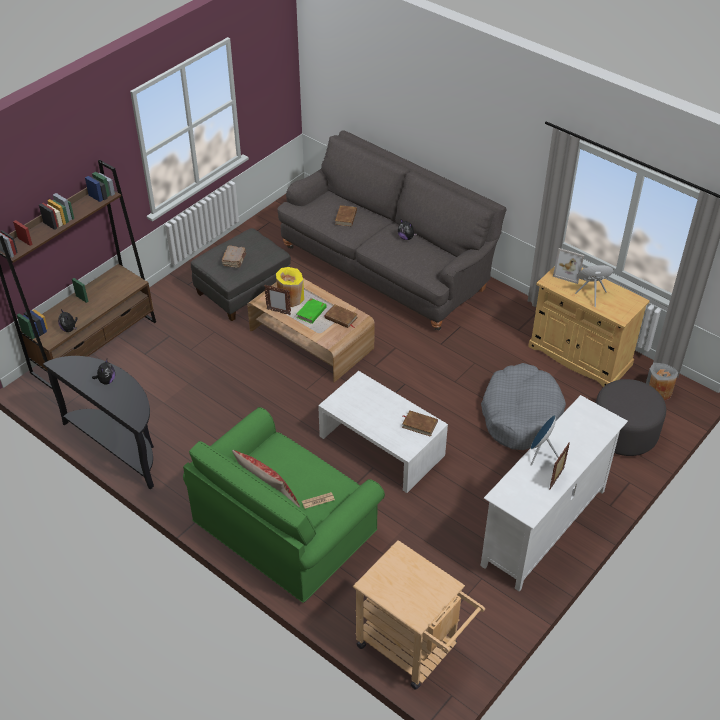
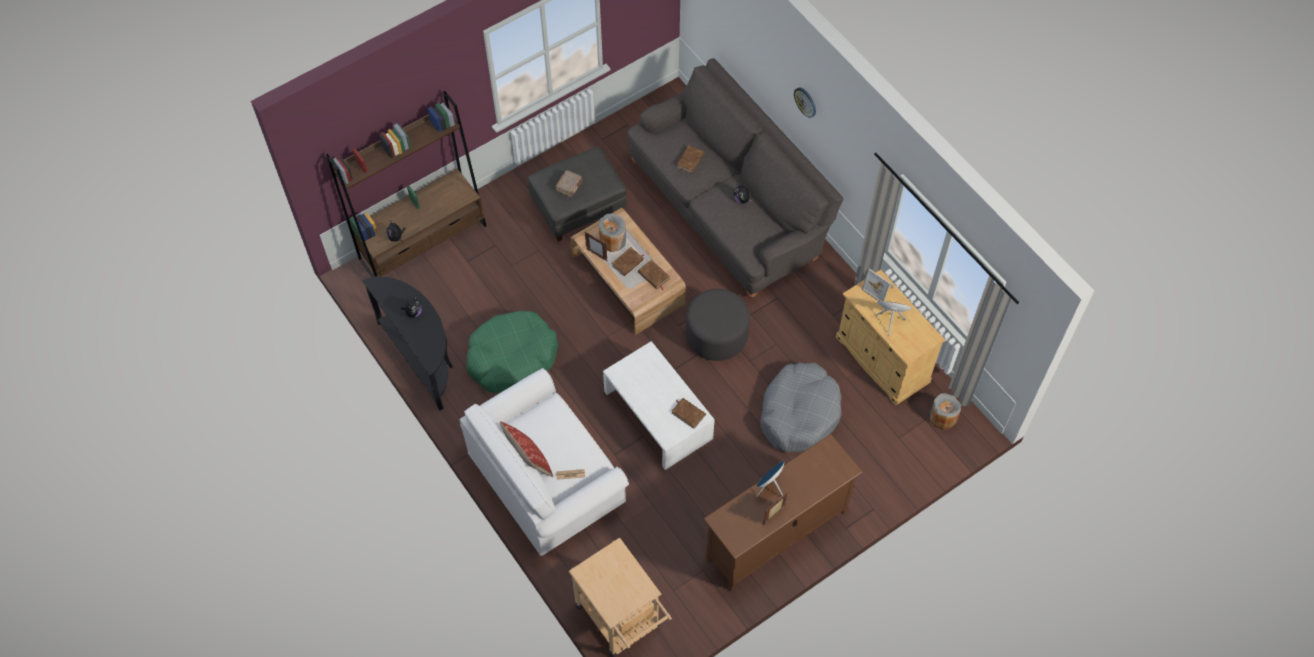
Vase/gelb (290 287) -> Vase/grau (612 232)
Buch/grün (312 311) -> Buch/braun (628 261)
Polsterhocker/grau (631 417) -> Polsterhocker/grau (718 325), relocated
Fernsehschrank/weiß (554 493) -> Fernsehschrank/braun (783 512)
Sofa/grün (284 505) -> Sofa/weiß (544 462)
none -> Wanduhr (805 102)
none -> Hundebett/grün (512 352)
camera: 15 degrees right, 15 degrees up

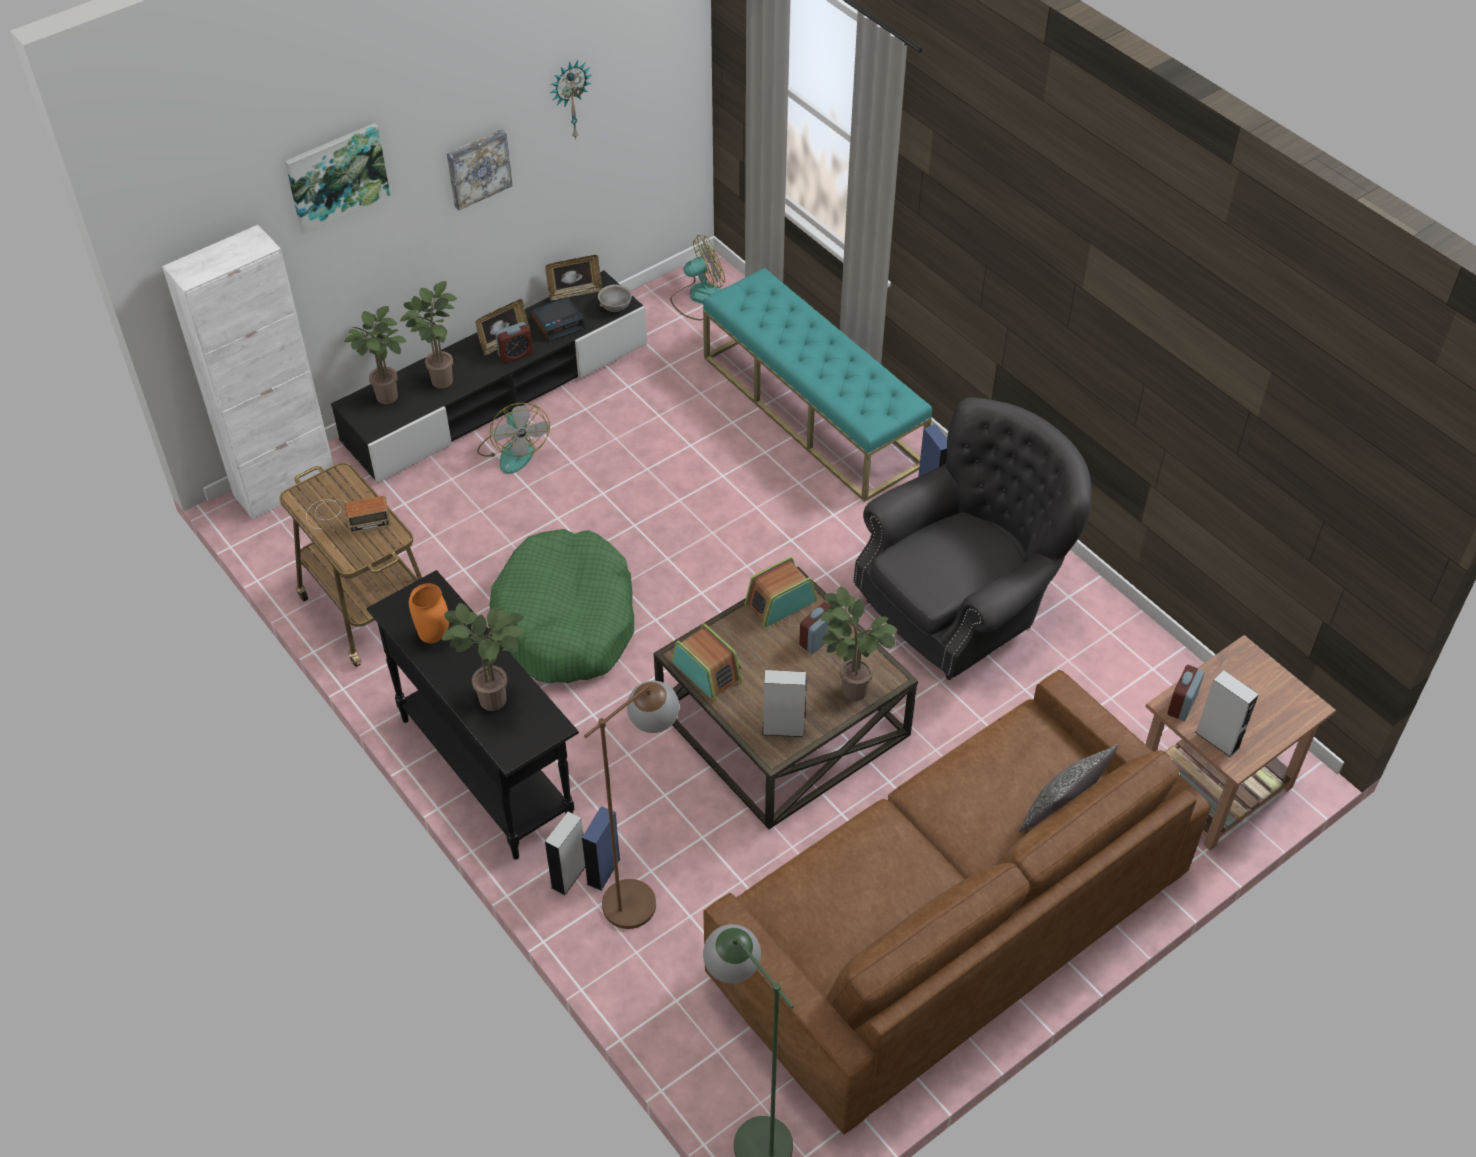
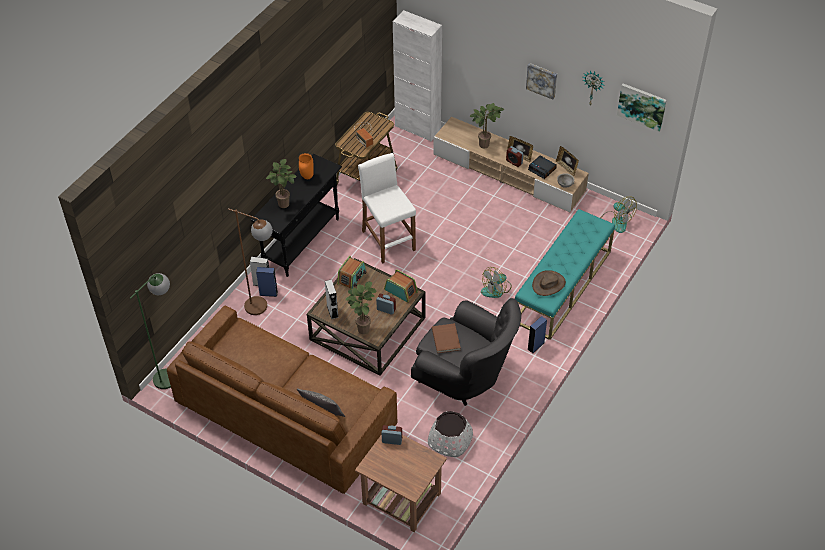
Bild (337 178) -> Bild (642 107), relocated
Fernsehschrank/schwarz (489 377) -> Fernsehschrank/beige (511 164)
Topfpflanze (375 355) -> none
Ventilator (513 438) -> Ventilator (496 282), relocated
Hundebett/grün (561 606) -> Hocker/weiß (387 208)
Lautsprecher/grau (1227 713) -> none
none -> Hut/braun (549 283)
none -> Buch/braun (446 338)
none -> Pflanzkübel/weiß (450 434)
camera: 70 degrees right, 0 degrees up

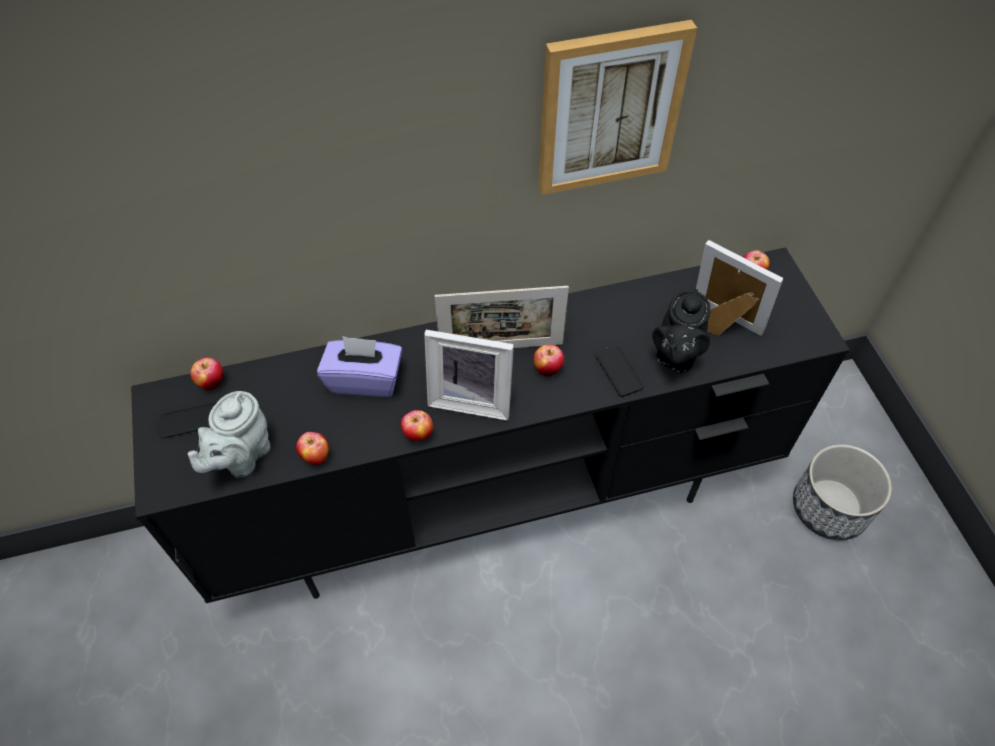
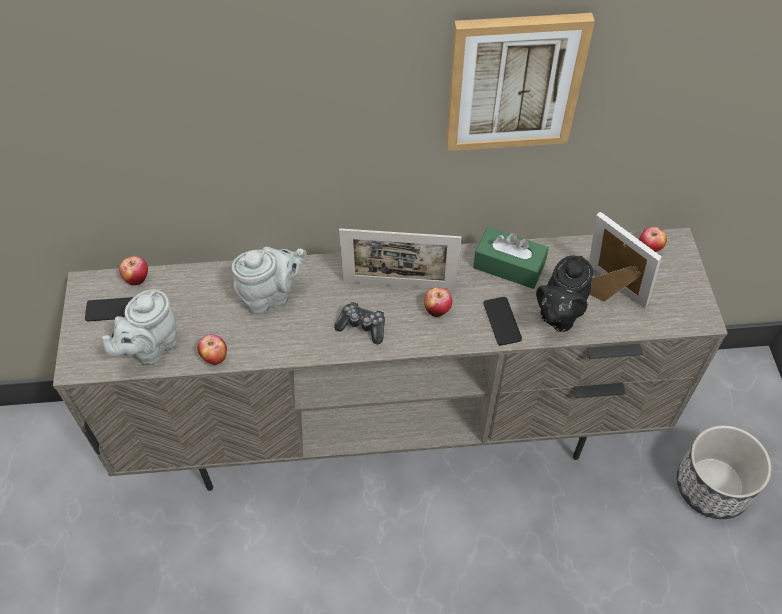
Fernsehschrank/schwarz (490 425) -> Fernsehschrank/beige (390 359)
Bilderrahmen (469 375) -> Gamepad (359 323)
Taschentuchbox/lila (359 366) -> Teekanne/grau (269 280)
Apfel (417 425) -> none
none -> Taschentuchbox/grün (511 258)
camera: 10 degrees right, 0 degrees up

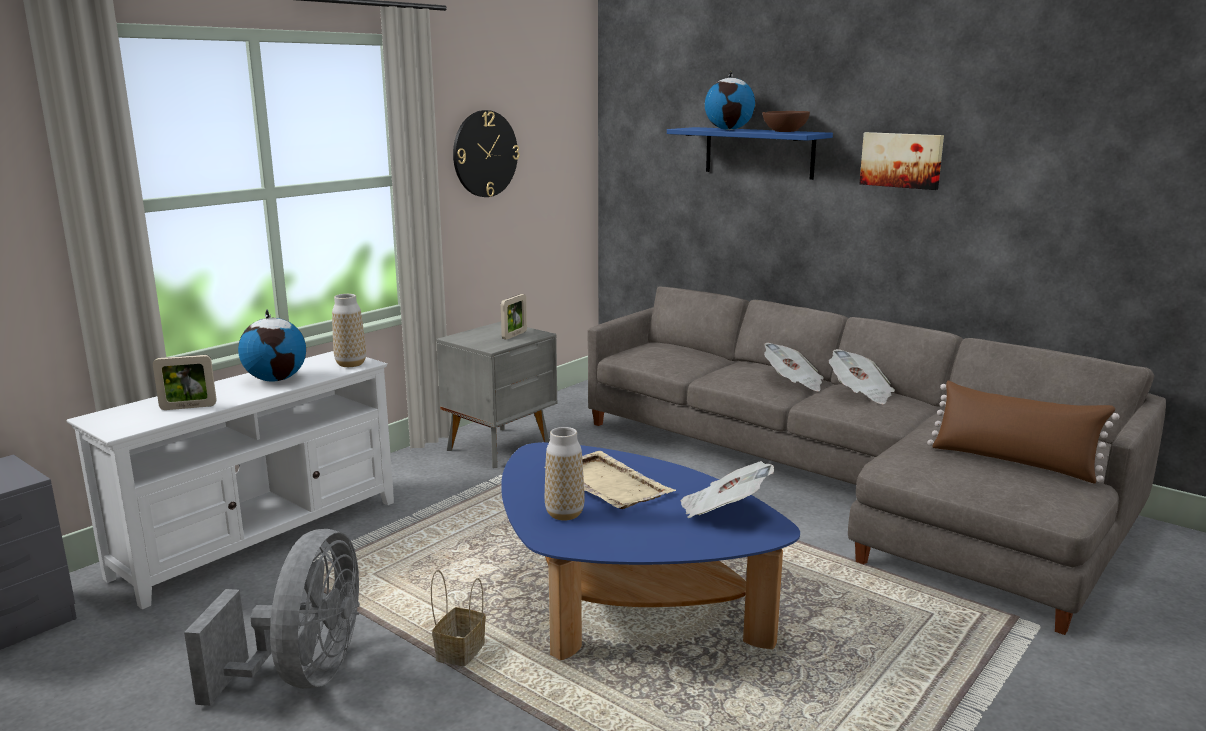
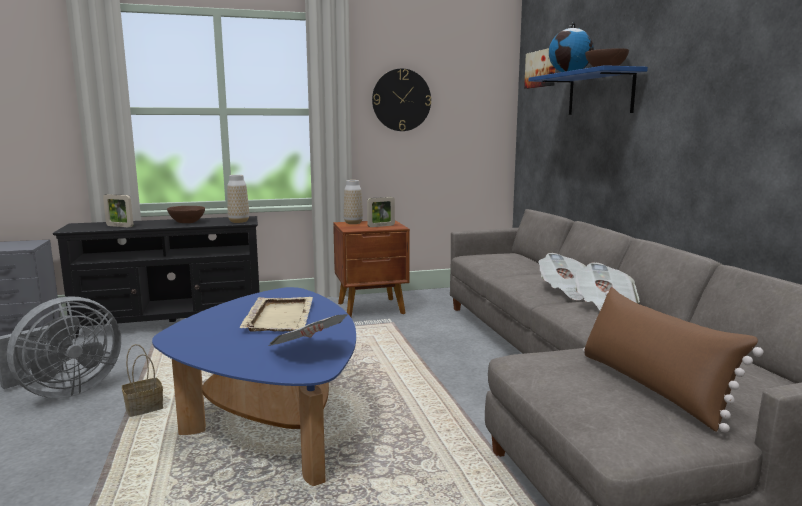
Bild (901 161) -> Bild (539 68), relocated
Globus (272 345) -> Schüssel/braun (186 214)
Nachttisch/grau (497 394) -> Nachttisch/braun (371 269)
Fernsehschrank/weiß (230 480) -> Fernsehschrank/schwarz (156 277)
Vase (565 473) -> Vase (353 202), relocated
camera: 35 degrees right, 5 degrees down

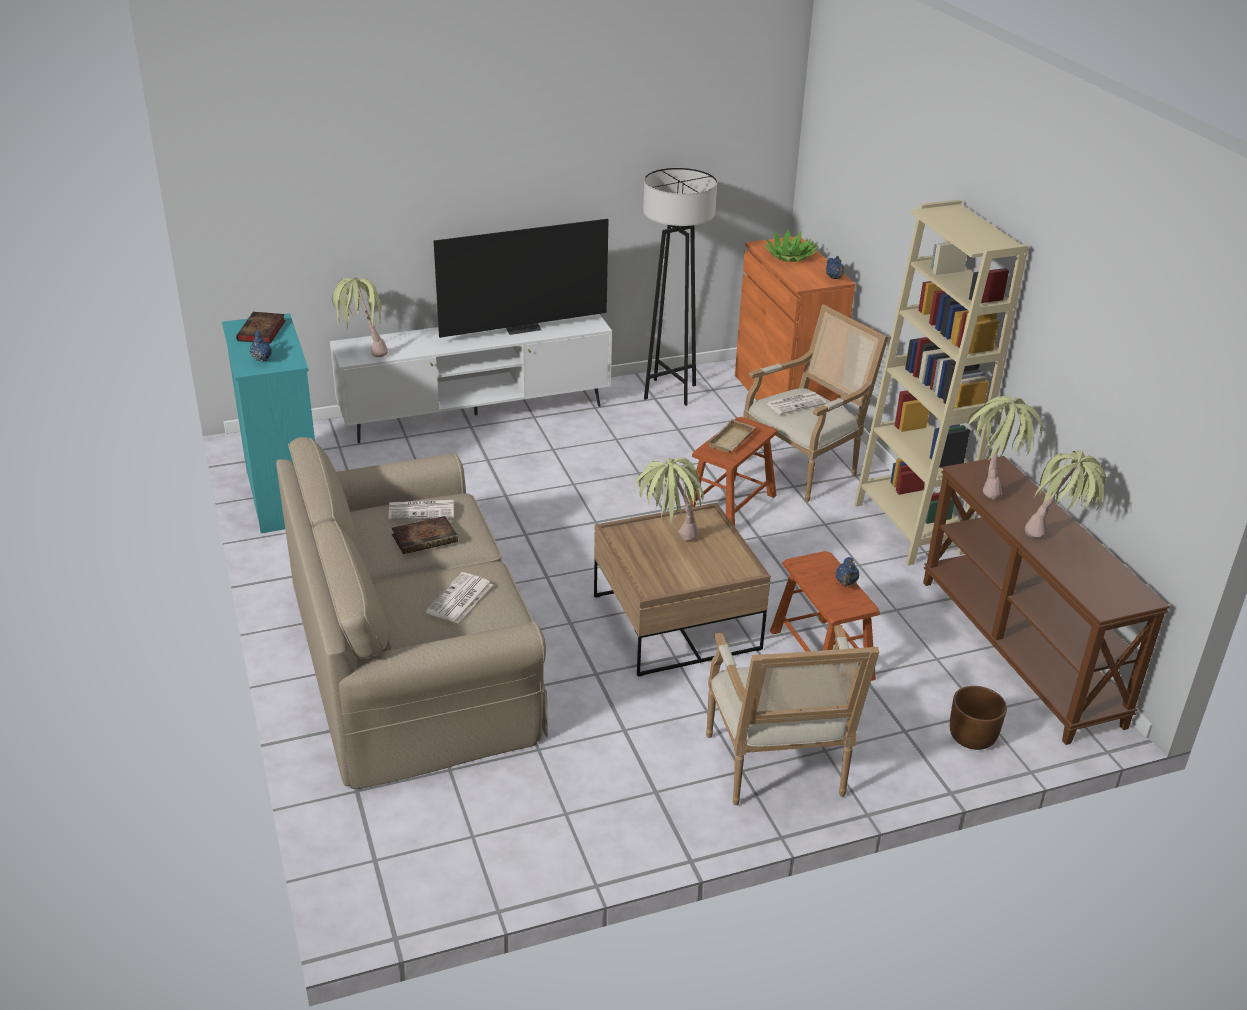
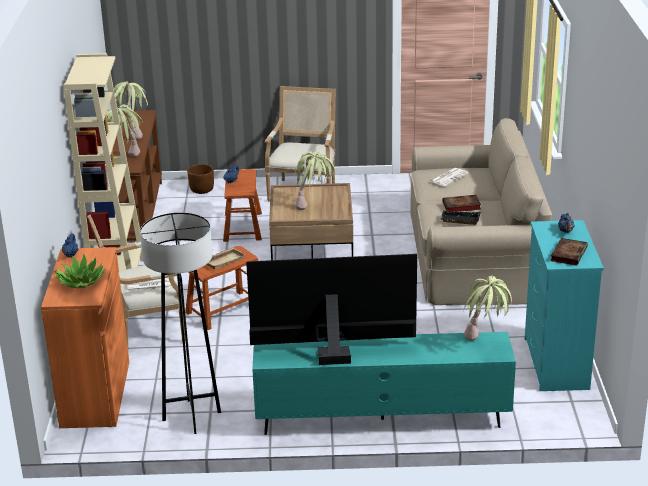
Fernsehschrank/weiß (471 378) -> Fernsehschrank/türkis (384 383)
Zeitung (421 510) -> Tablett/schwarz (460 217)
camera: 160 degrees left, 5 degrees down

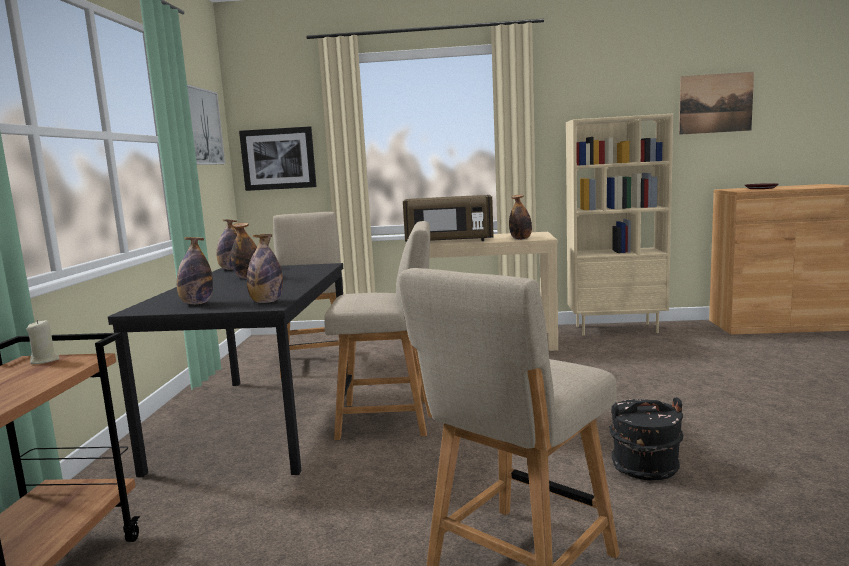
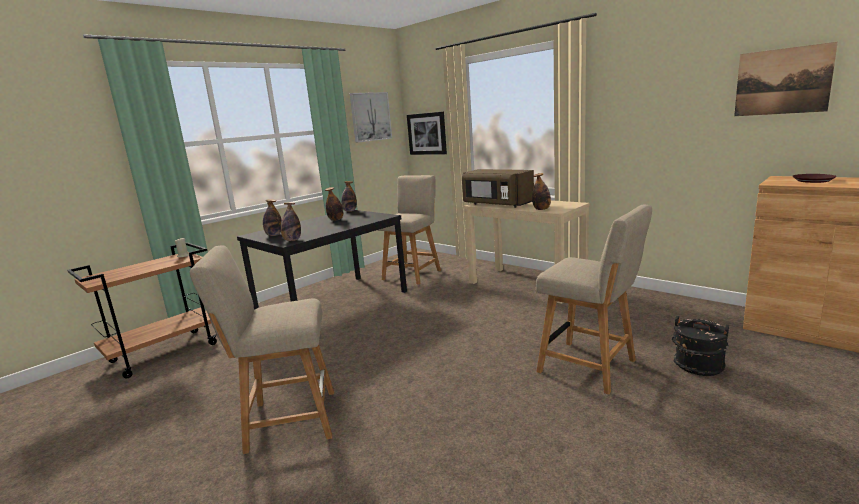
Bücherregal/beige (619 225) -> none
Stuhl/beige (377 330) -> Stuhl/beige (594 300), relocated
Eimer/schwarz (646 438) -> Eimer/schwarz (700 346), relocated
camera: 40 degrees right, 5 degrees up

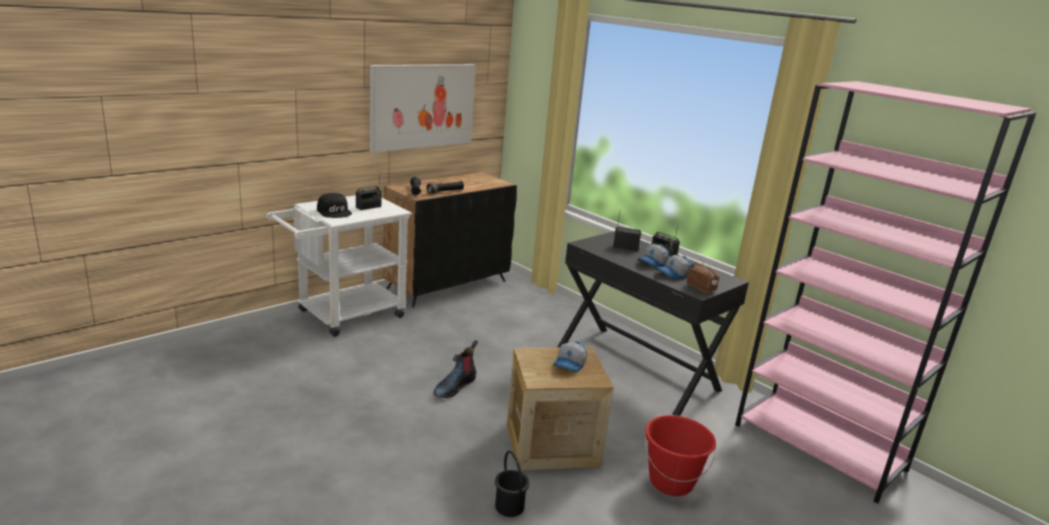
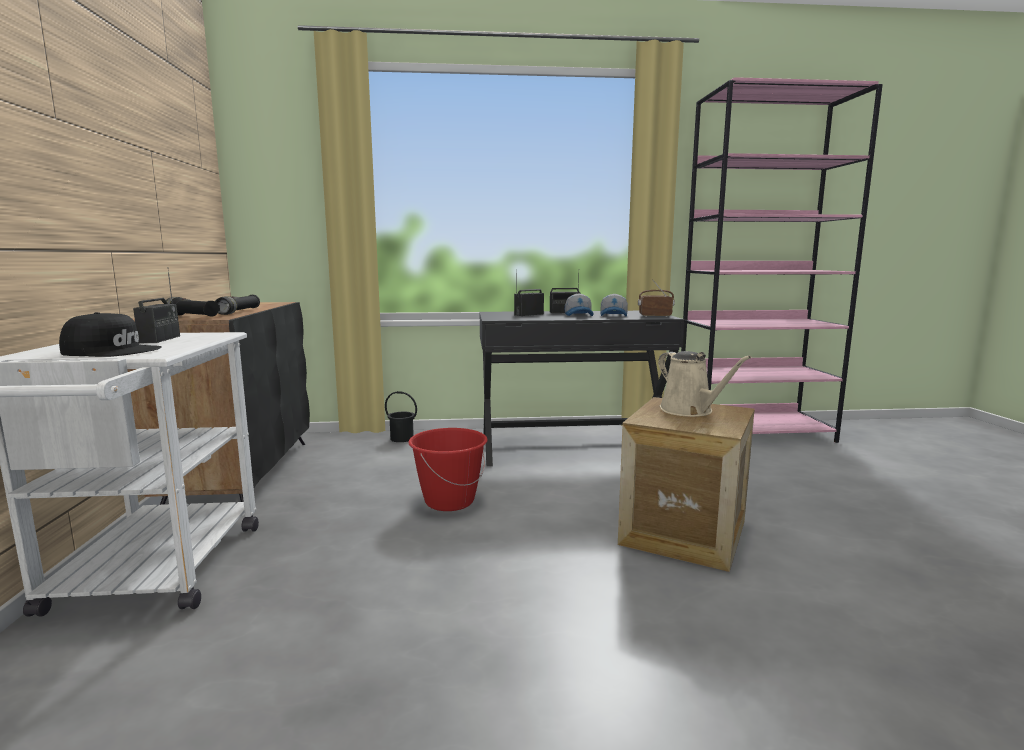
Bild (423 108) -> none
Stiefel (456 369) -> none
Kappe (570 357) -> Gießkanne/beige (705 384)
Eimer/rot (680 455) -> Eimer/rot (448 469), relocated
Eimer/schwarz (512 484) -> Eimer/schwarz (401 416), relocated
camera: 50 degrees left, 10 degrees down

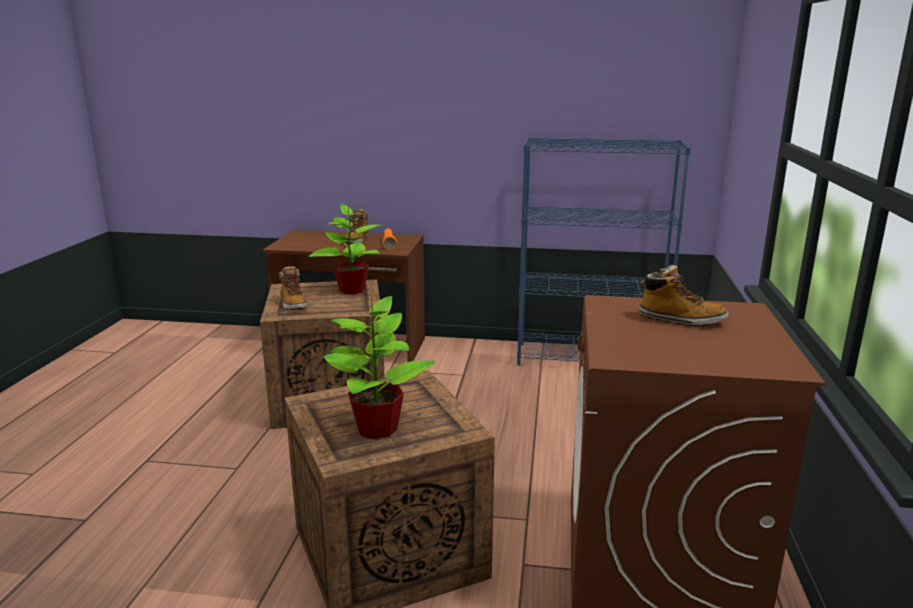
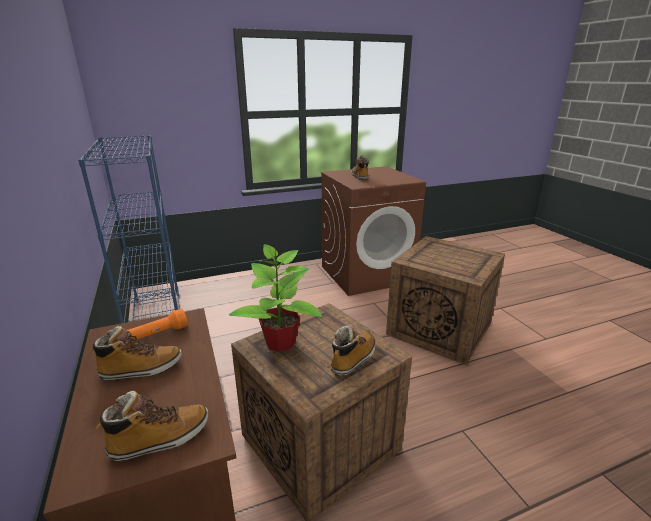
Topfpflanze (380 367) -> none
none -> Stiefel (152 426)
camera: 120 degrees left, 5 degrees up

